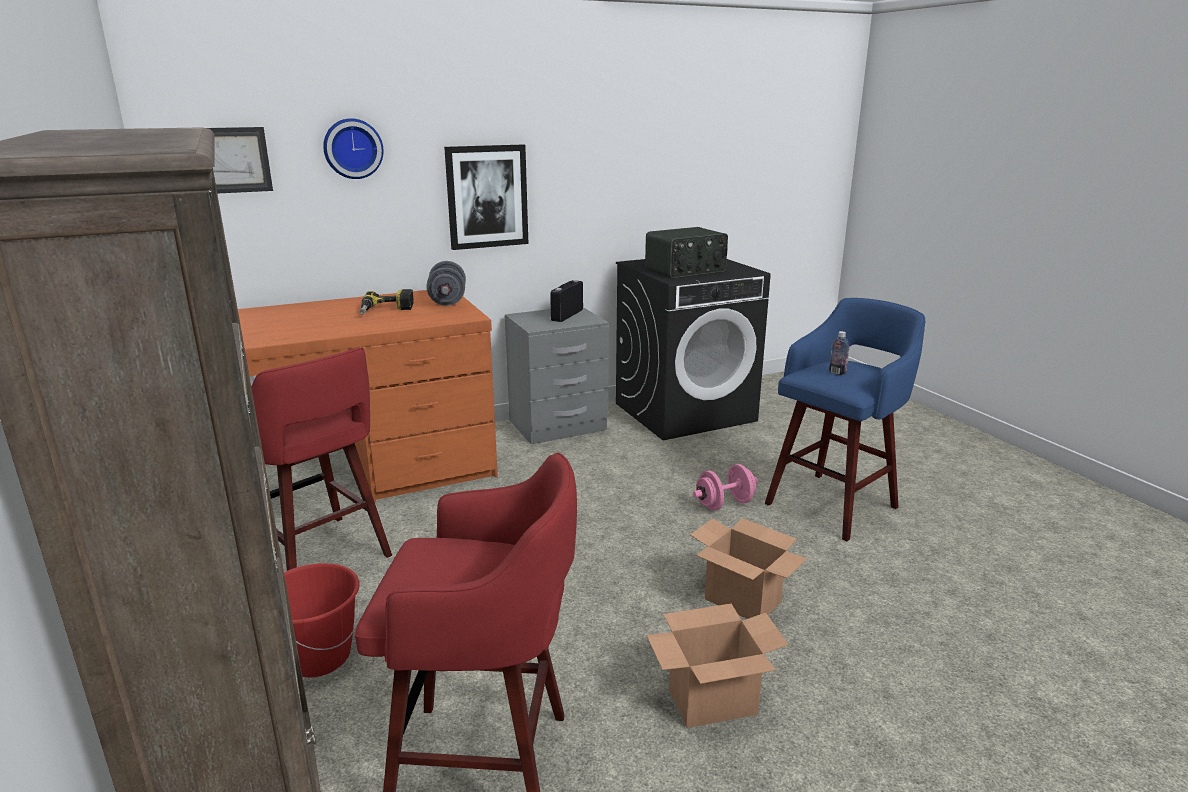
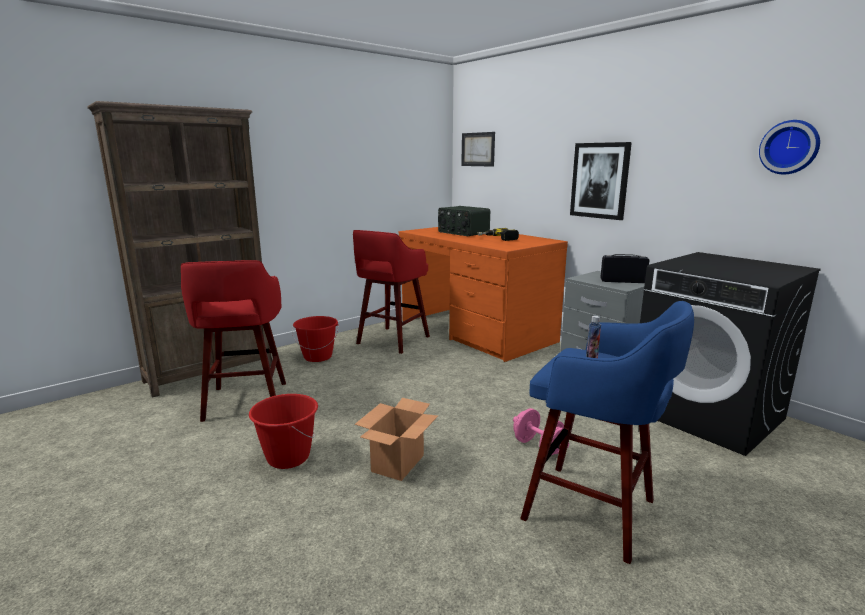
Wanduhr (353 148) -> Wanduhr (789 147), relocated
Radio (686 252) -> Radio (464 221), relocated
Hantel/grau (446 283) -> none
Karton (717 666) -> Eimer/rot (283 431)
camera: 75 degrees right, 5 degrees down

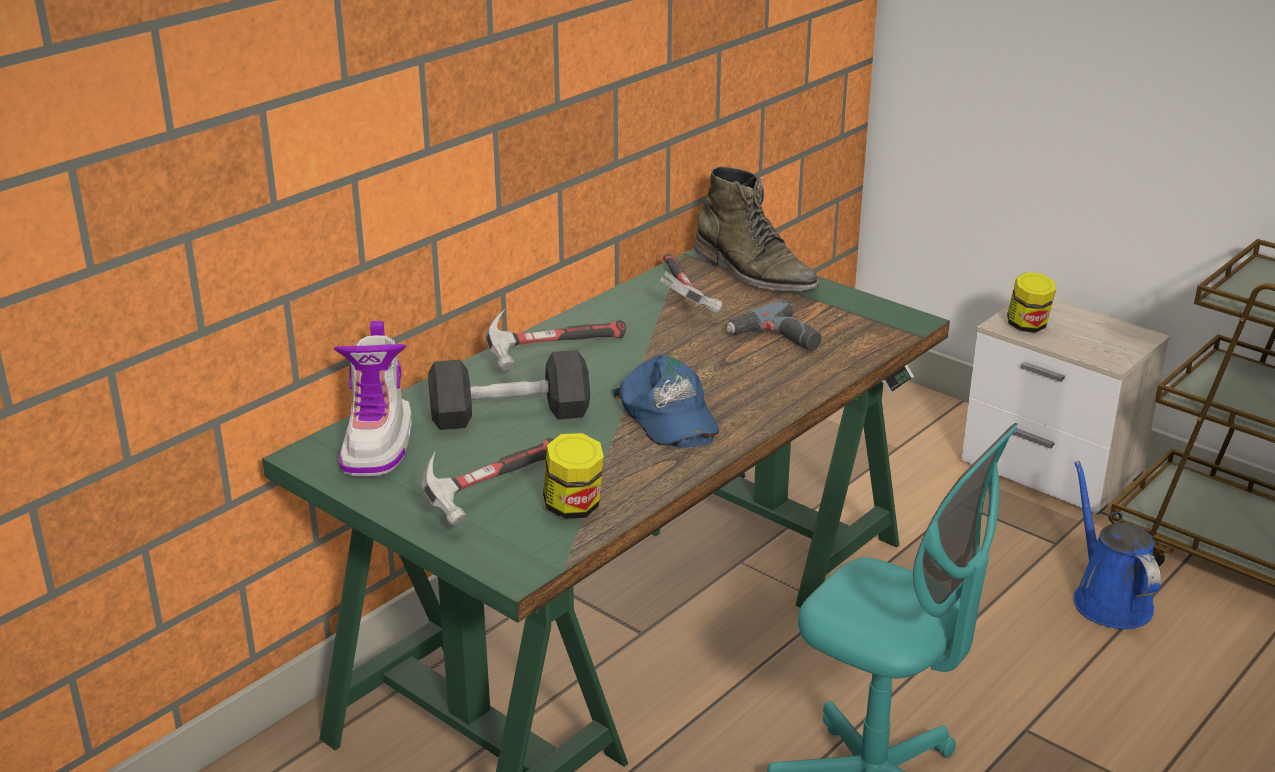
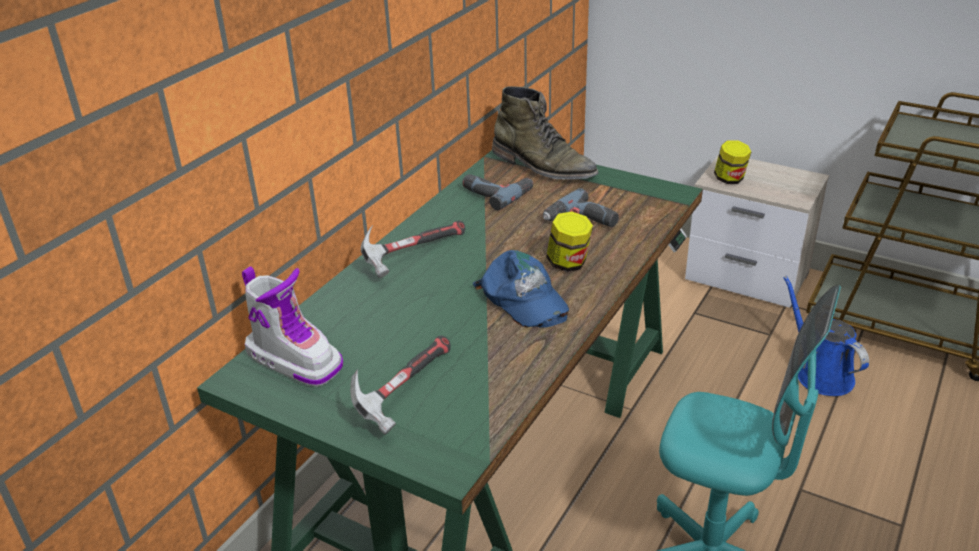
Hammer (691 284) -> Bohrmaschine (498 192)
Stiefel (373 399) -> Stiefel (292 326), 45 degrees counterclockwise
Hantel/schwarz (509 390) -> none
Vorratsglas (573 476) -> Vorratsglas (569 241), relocated
camera: 10 degrees left, 5 degrees up

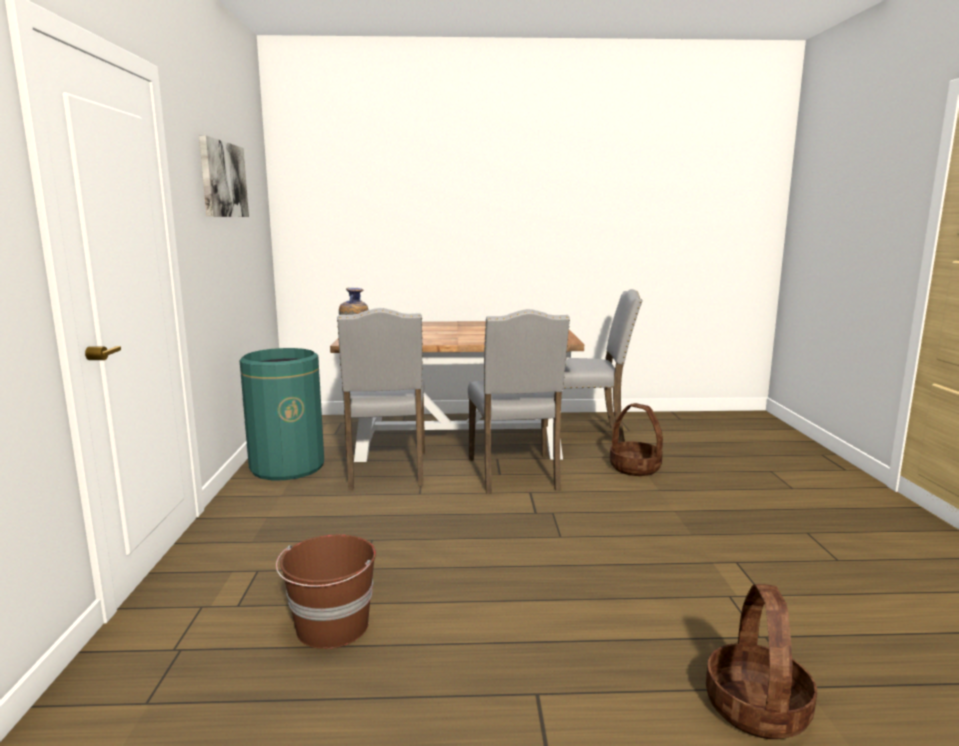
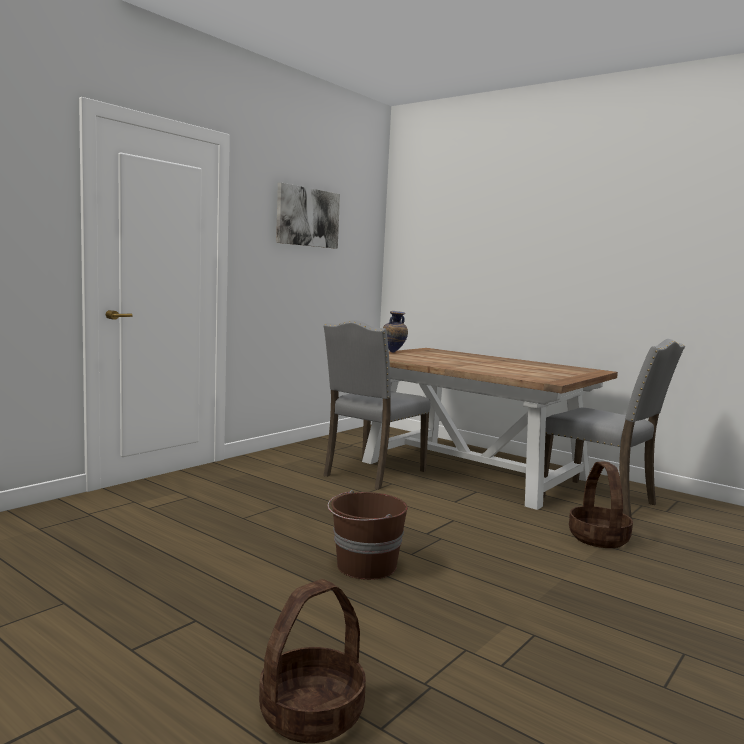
Stuhl/grau (519 401) -> none
Mülleimer/grün (281 414) -> none
Eimer/braun (326 591) -> Eimer/braun (368 535), relocated
camera: 40 degrees right, 5 degrees down

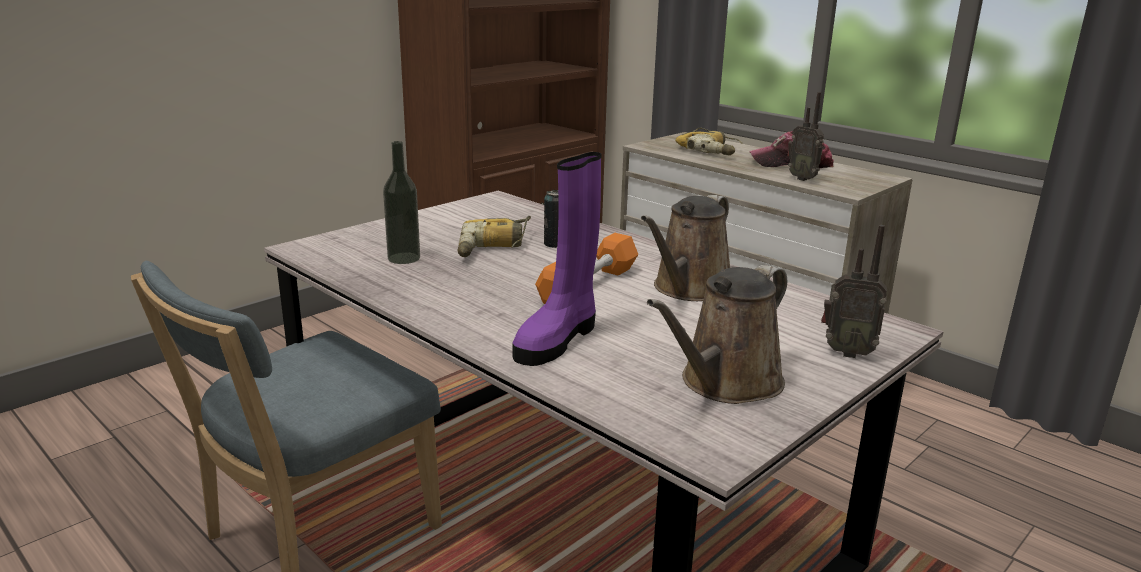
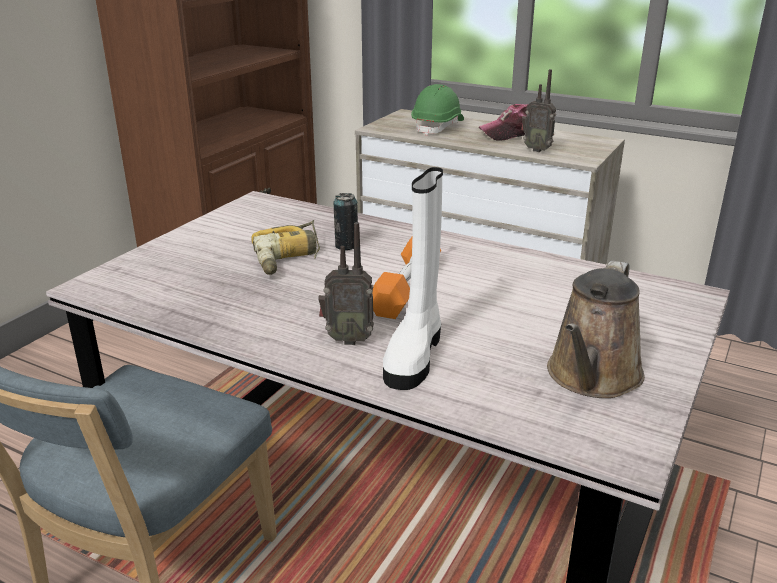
Bohrmaschine (709 141) -> Schutzhelm/grün (437 110)
Flasche (401 202) -> none
Stiefel/lila (556 259) -> Stiefel/weiß (413 278)
Gießkanne/braun (685 248) -> none
Radio (854 291) -> Radio (346 283), relocated
camera: 15 degrees left, 5 degrees up

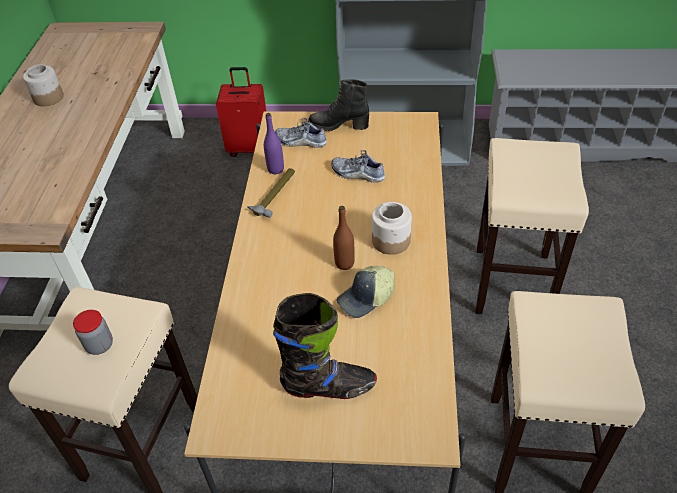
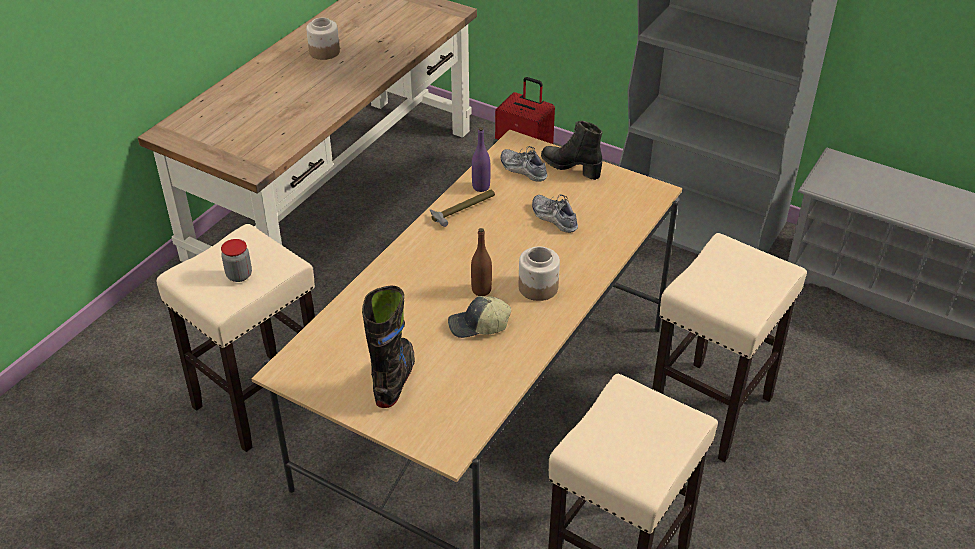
Stiefel/schwarz (325 346) -> Stiefel/schwarz (388 347), 105 degrees counterclockwise
camera: 25 degrees right, 5 degrees down

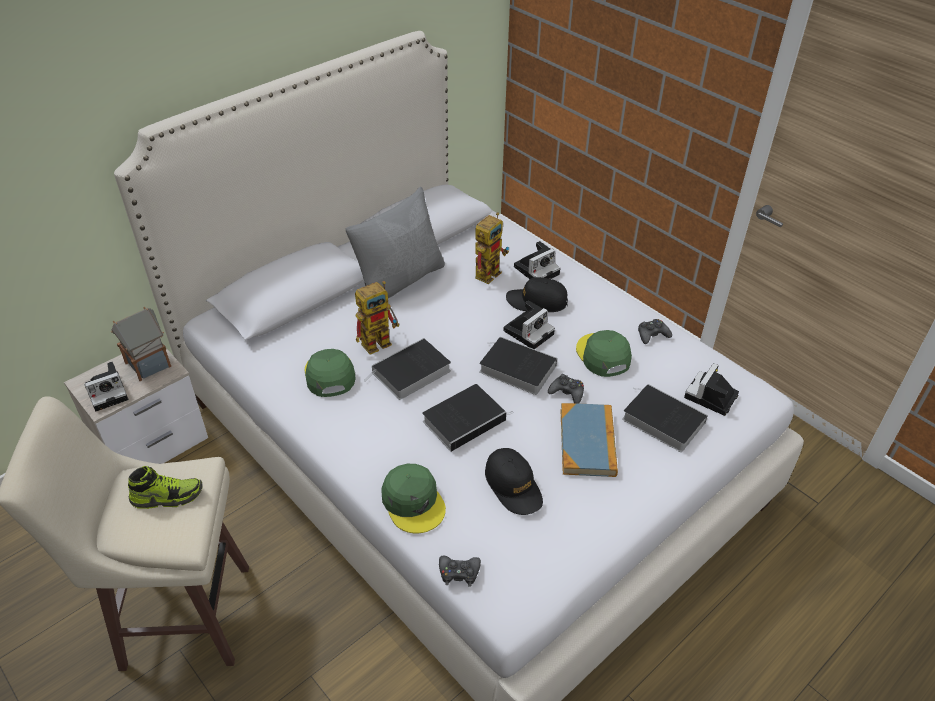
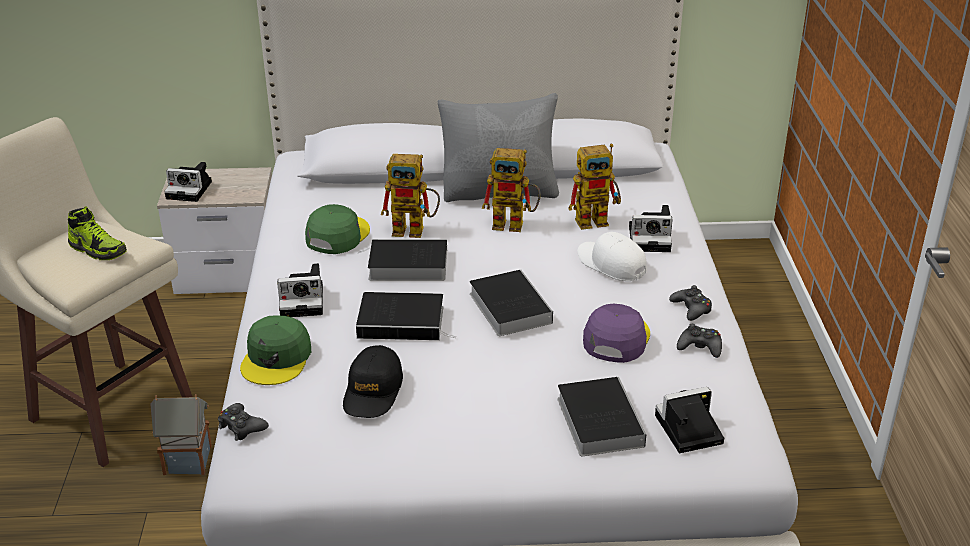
Kappe/schwarz (537 294) -> Kappe/weiß (612 256)
Kamera (529 325) -> Kamera (300 290), relocated
Spielzeughaus (141 343) -> Spielzeughaus (181 434), relocated
Kappe/grün (604 353) -> Kappe/lila (616 333)
Gamepad/schwarz (566 389) -> Gamepad/schwarz (690 303), relocated
Buch (589 440) -> none
none -> Spielzeugroboter (511 190)
camera: 40 degrees right, 10 degrees down

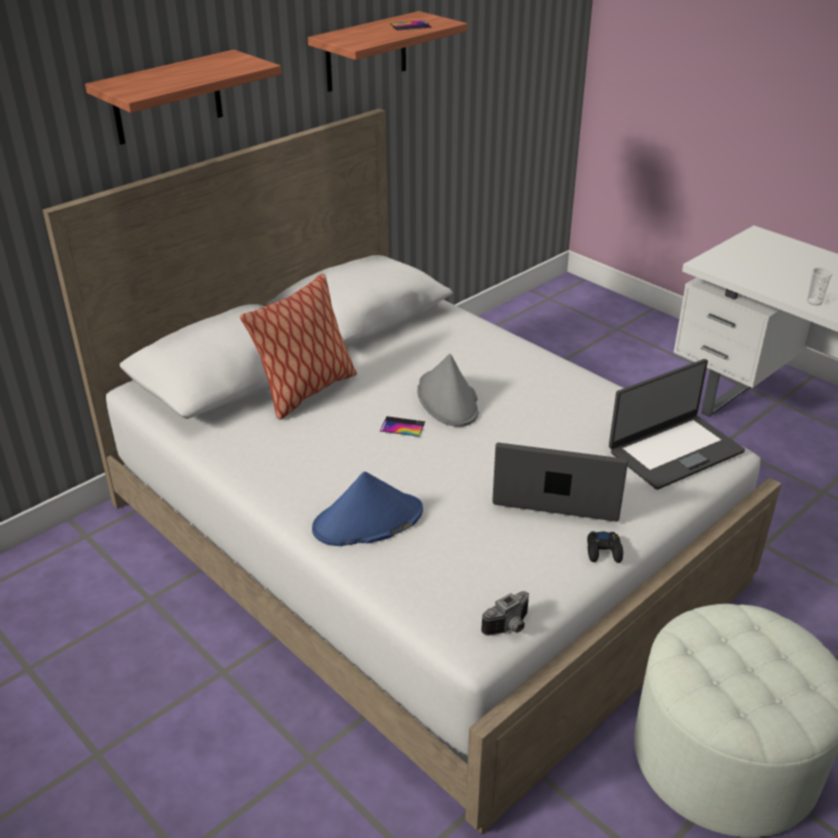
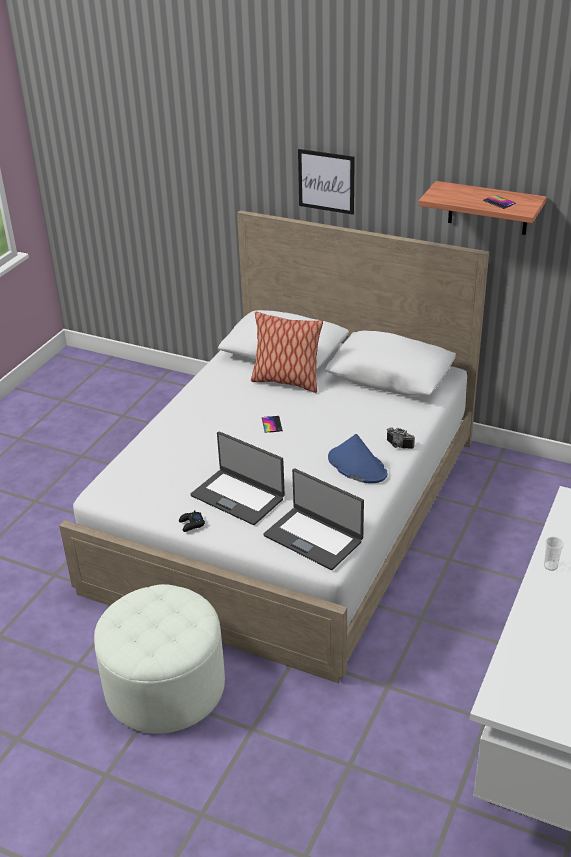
Wandregal (183 97) -> Bild (326 182)
Hut/grau (448 390) -> none
Laptop (560 482) -> Laptop (237 478), 135 degrees clockwise
Hut/blau (367 508) -> Hut/blau (357 458), relocated
Kamera (505 613) -> Kamera (401 438), relocated
camera: 70 degrees right, 0 degrees up

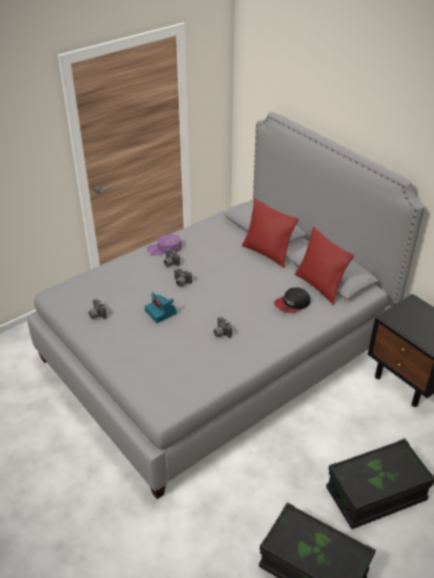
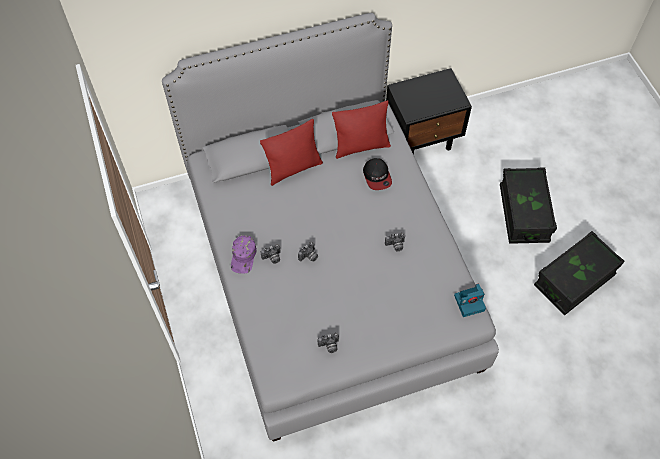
Kamera (160 307) -> Kamera (470 300), relocated
camera: 70 degrees left, 20 degrees up

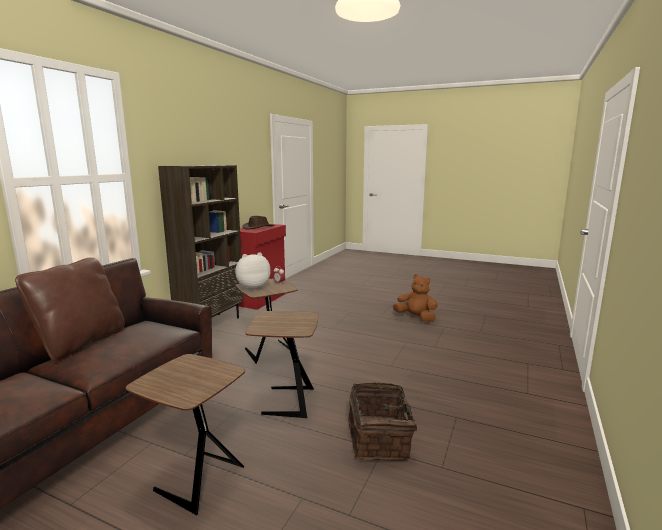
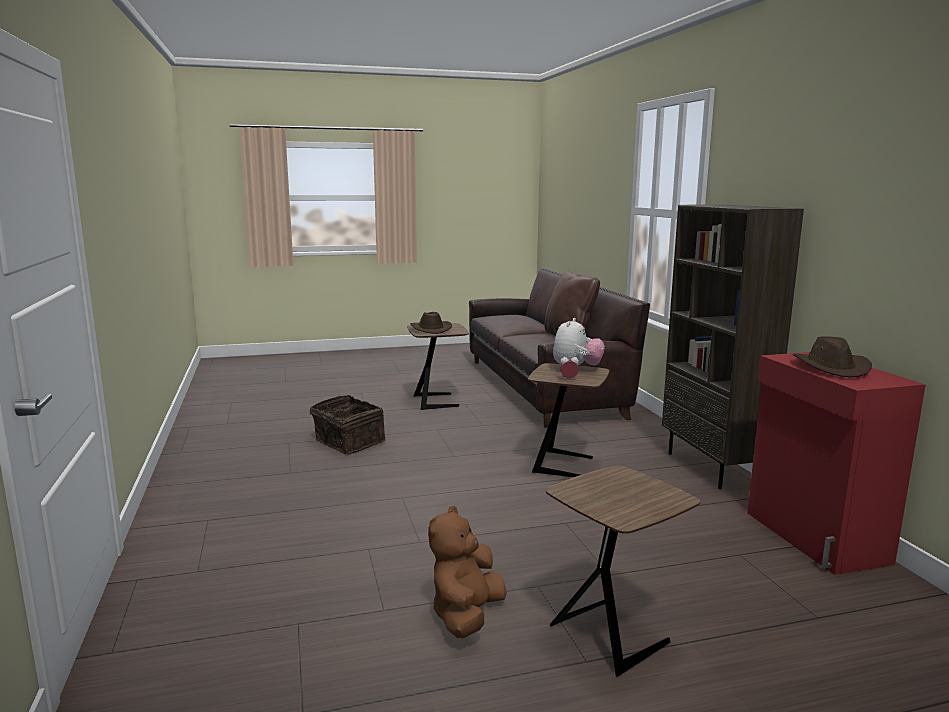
Plüschtier/braun (415 298) -> Plüschtier/braun (467 572), 120 degrees clockwise
Beistelltisch/braun (282 364) -> Beistelltisch/braun (623 571), relocated
none -> Hut/braun (431 323)
camera: 140 degrees right, 0 degrees up

